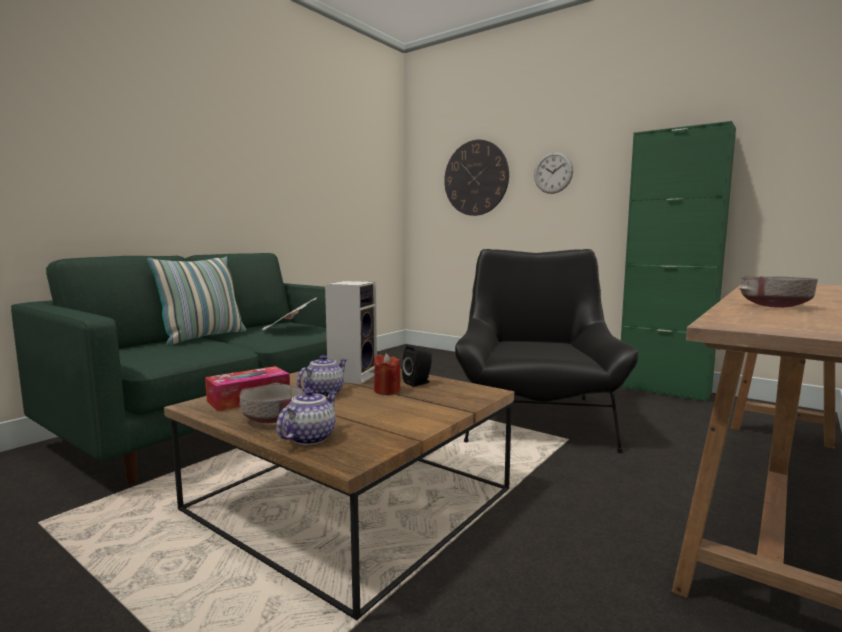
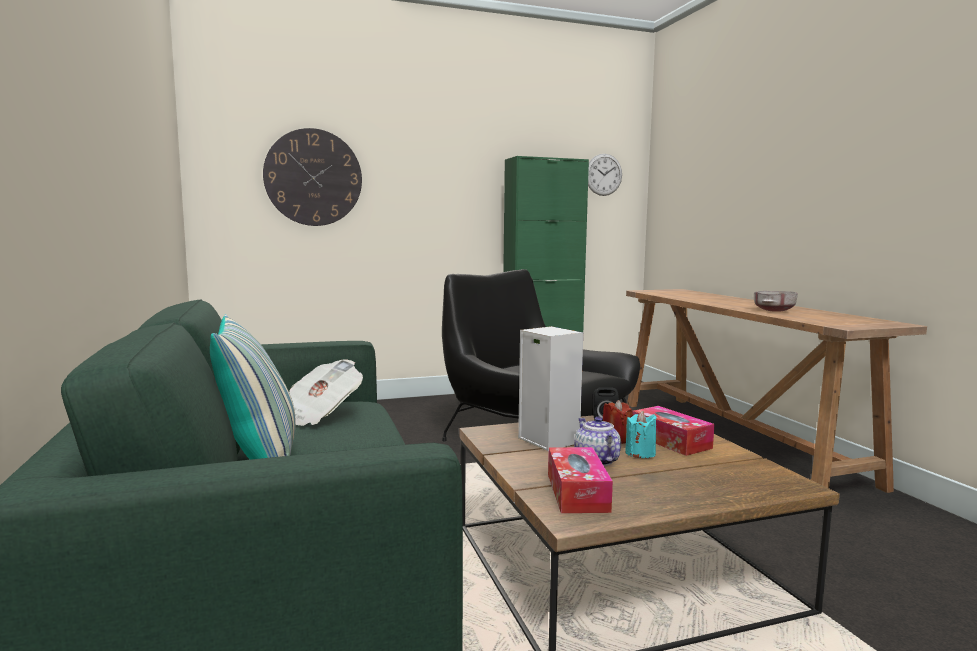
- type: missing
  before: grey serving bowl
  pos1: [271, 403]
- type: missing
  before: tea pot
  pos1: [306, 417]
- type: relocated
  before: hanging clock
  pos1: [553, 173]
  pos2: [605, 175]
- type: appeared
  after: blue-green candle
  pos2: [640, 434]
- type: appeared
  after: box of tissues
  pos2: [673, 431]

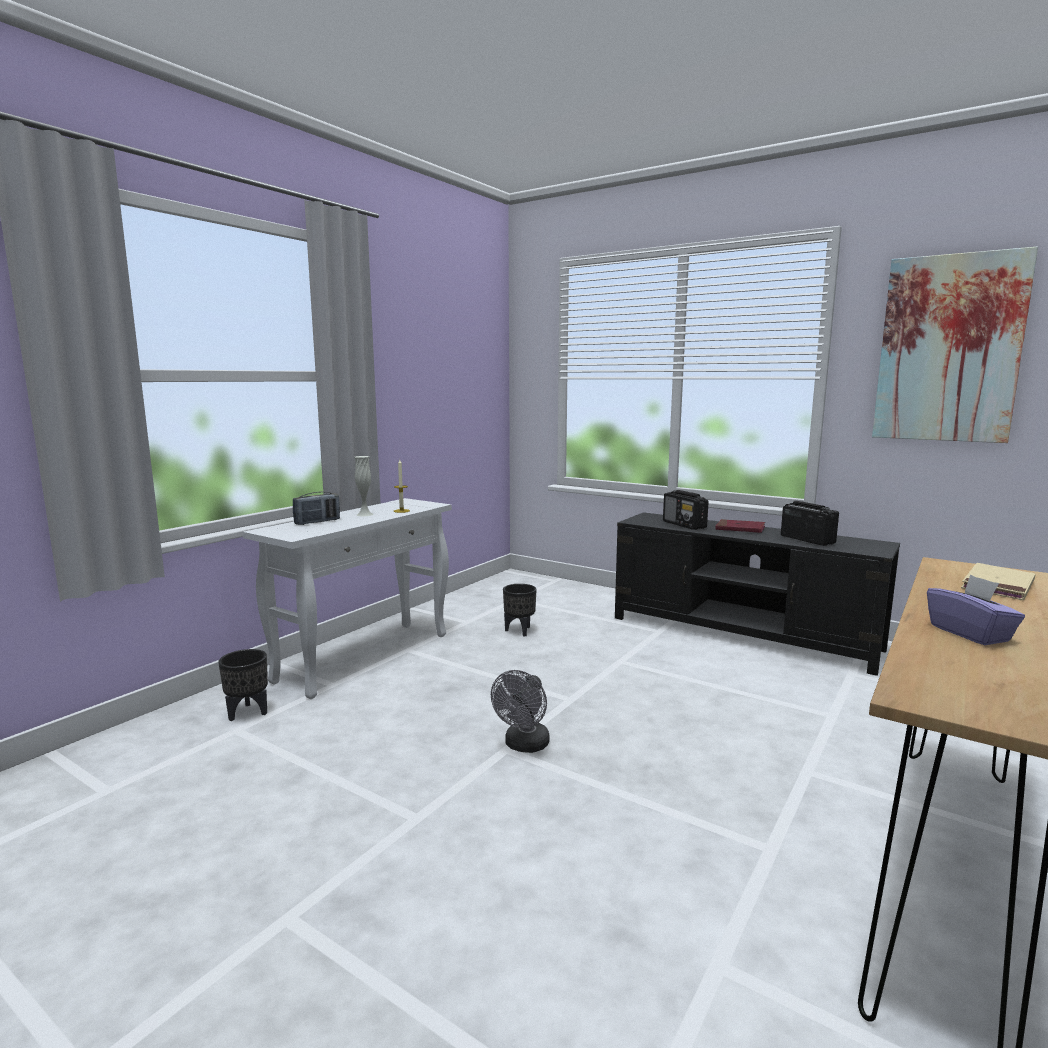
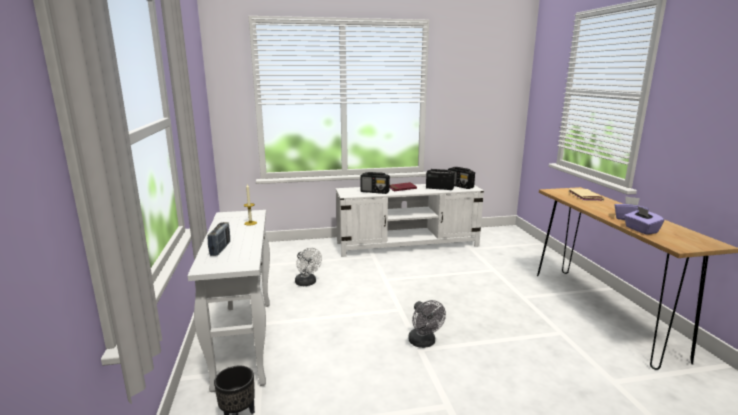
- type: missing
  before: white-coloured decorative vase
  pos1: [363, 486]
- type: exchanged
  before: black-coloured planter
  after: white-coloured cooling fan
  pos1: [520, 610]
  pos2: [308, 267]
- type: colour
  before: black-coloured tv unit
  after: white-coloured tv unit
  pos1: [757, 594]
  pos2: [410, 220]
- type: missing
  before: wall art
  pos1: [955, 345]
- type: appeared
  after: radio set
  pos2: [461, 178]
- type: appeared
  after: purplish box of tissues
  pos2: [644, 220]

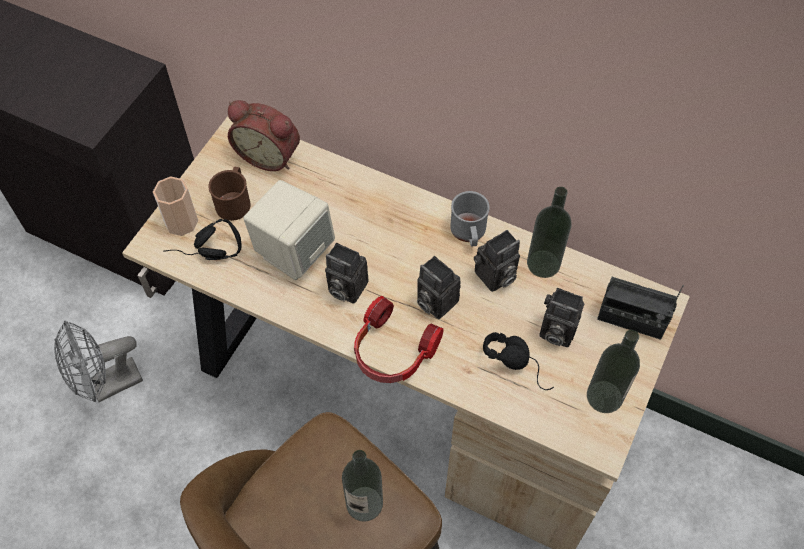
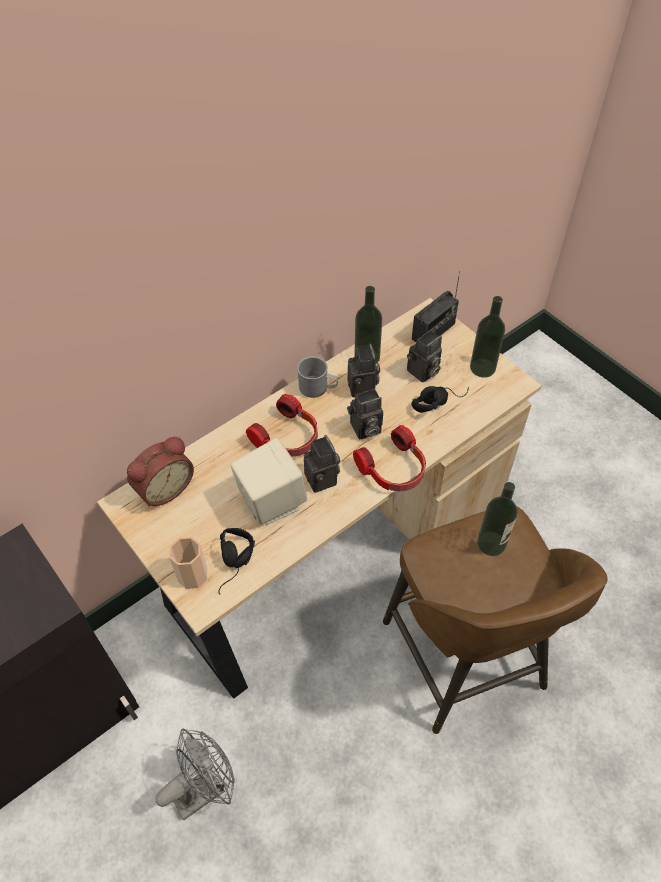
- type: spun
  before: grey cooling fan
  pos1: [98, 361]
  pos2: [195, 774]
  turn: -120
- type: missing
  before: brown-coloured coffee mug
  pos1: [229, 194]
- type: spun
  before: photo camera
  pos1: [346, 273]
  pos2: [322, 464]
  turn: -75
- type: appeared
  after: pair of headphones
  pos2: [282, 425]

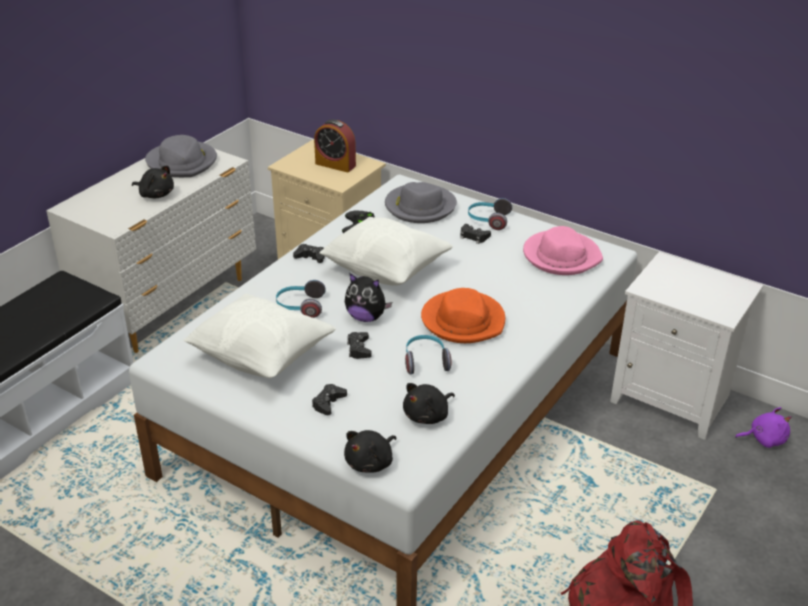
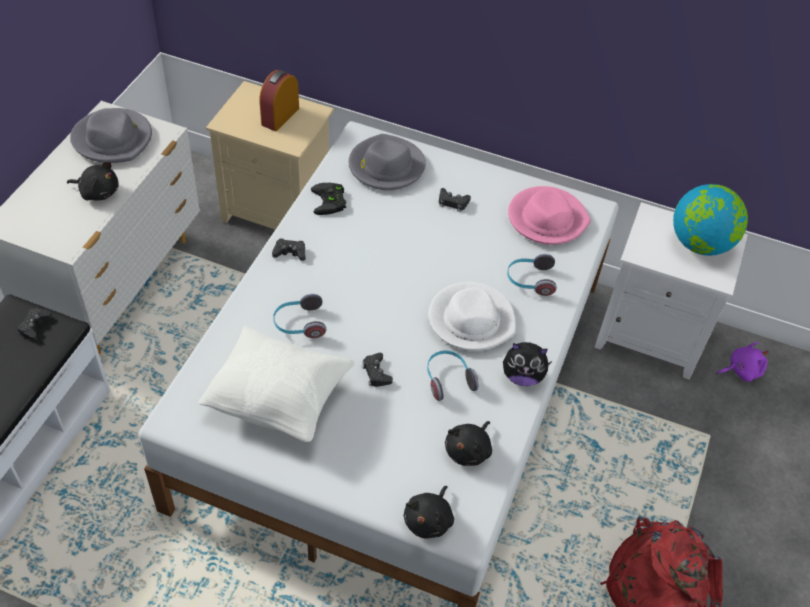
- type: relocated
  before: black-coloured gamepad
  pos1: [329, 399]
  pos2: [34, 324]
- type: spun
  before: table clock
  pos1: [335, 145]
  pos2: [279, 100]
  turn: 105
- type: missing
  before: white-coloured throw pillow
  pos1: [386, 251]
- type: relocated
  before: soft toy
  pos1: [368, 297]
  pos2: [527, 364]
- type: colour
  before: orange hat
  after: white-coloured hat
  pos1: [463, 315]
  pos2: [472, 316]
- type: relocated
  before: pair of headphones
  pos1: [490, 214]
  pos2: [532, 275]
- type: appeared
  after: world globe
  pos2: [710, 220]

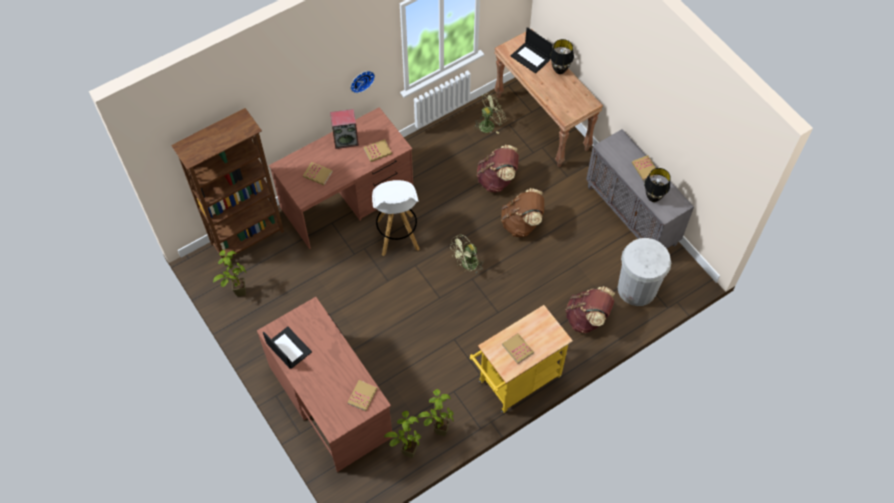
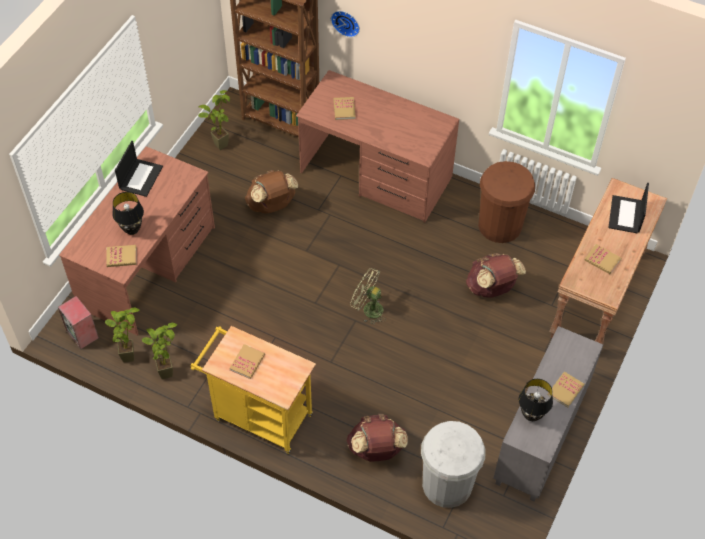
- type: relocated
  before: audio speaker
  pos1: [344, 129]
  pos2: [78, 322]
- type: relocated
  before: hanging clock
  pos1: [362, 82]
  pos2: [345, 24]
- type: relocated
  before: book
  pos1: [377, 150]
  pos2: [603, 259]
- type: missing
  before: white-coloured sitting stool
  pos1: [396, 218]
- type: missing
  before: greenish cooling fan
  pos1: [490, 113]
- type: relocated
  before: brown-coloured knapsack
  pos1: [522, 212]
  pos2: [271, 192]
- type: relocated
  before: black-coloured lamp for a table
  pos1: [562, 56]
  pos2: [128, 213]
- type: appeared
  after: brown-coloured rubbish bin
  pos2: [506, 202]

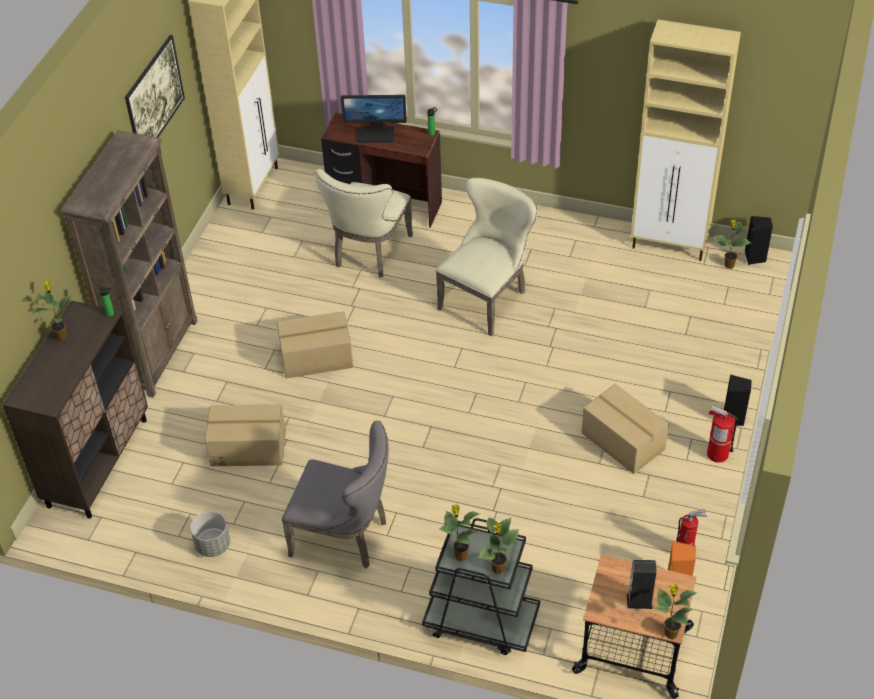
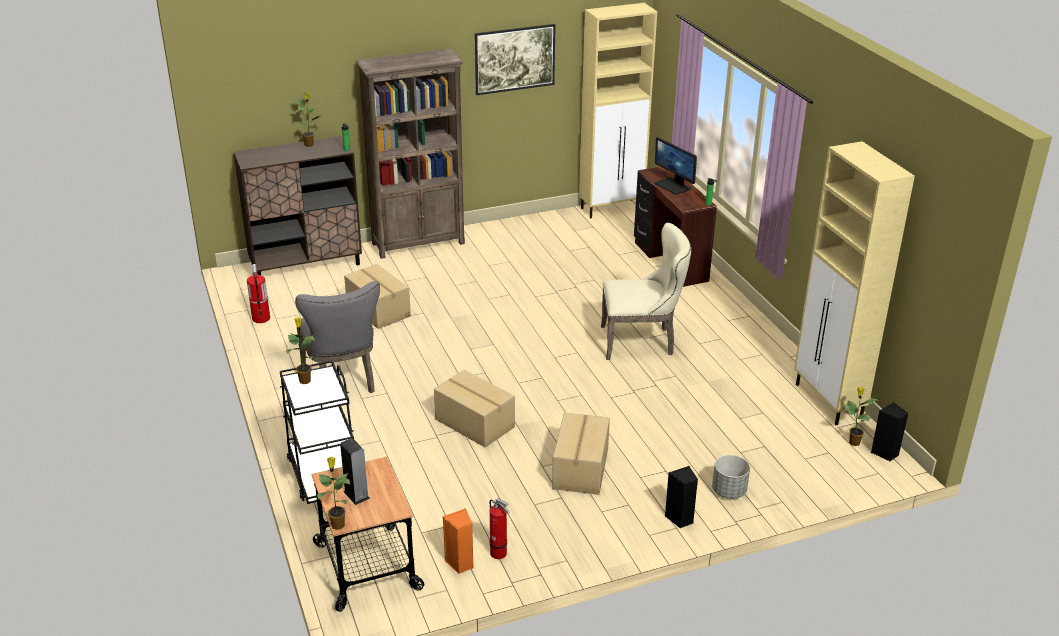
- type: relocated
  before: grey planter
  pos1: [210, 534]
  pos2: [731, 477]
- type: relocated
  before: packing box
  pos1: [315, 344]
  pos2: [474, 408]
- type: missing
  before: beige plain chair
  pos1: [364, 223]
- type: missing
  before: houseplant
  pos1: [498, 545]
- type: relocated
  before: fire extinguisher
  pos1: [722, 434]
  pos2: [258, 293]

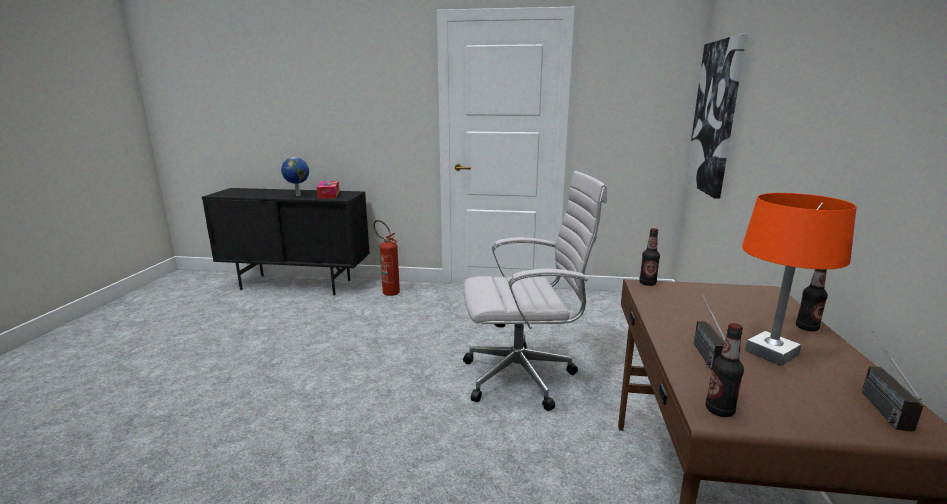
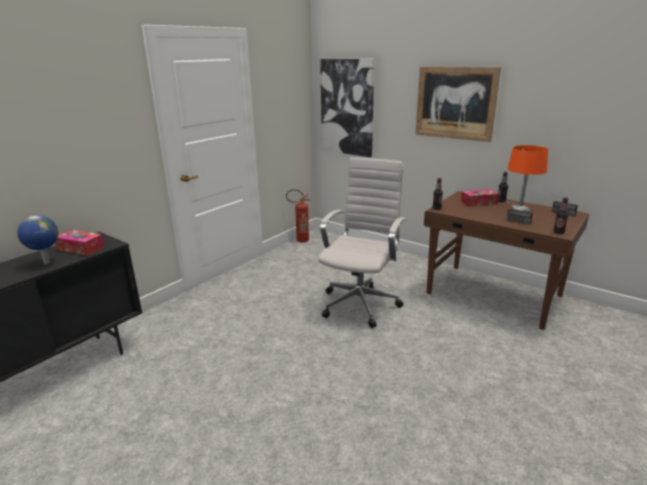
- type: relocated
  before: fire extinguisher
  pos1: [387, 258]
  pos2: [298, 216]
- type: appeared
  after: wall art
  pos2: [458, 104]
- type: appeared
  after: box of tissues
  pos2: [480, 198]

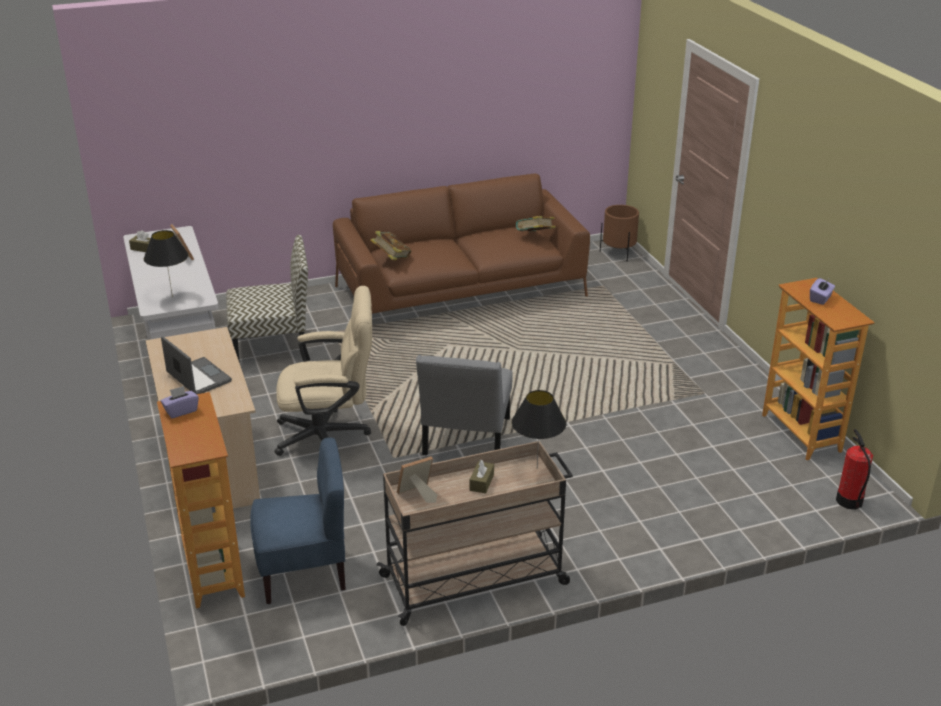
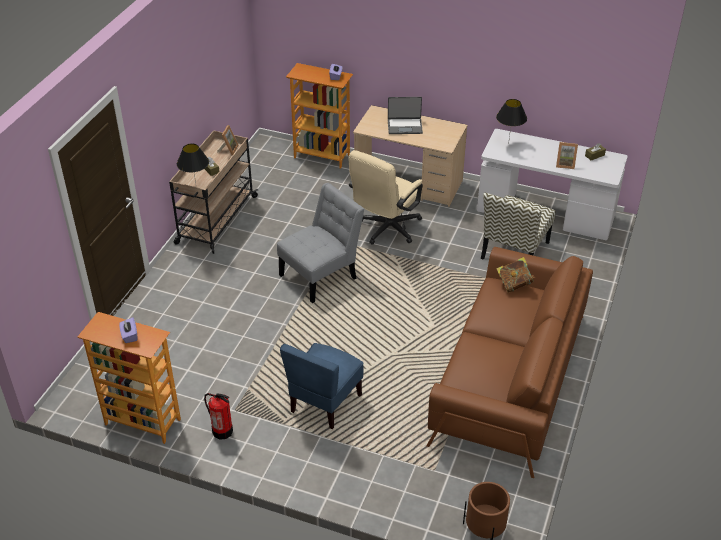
- type: relocated
  before: bluish plain chair
  pos1: [298, 520]
  pos2: [321, 386]
- type: spun
  before: grey plain chair
  pos1: [464, 405]
  pos2: [320, 243]
  turn: 90
- type: missing
  before: book
  pos1: [536, 224]
- type: relocated
  before: fire extinguisher
  pos1: [854, 469]
  pos2: [218, 416]

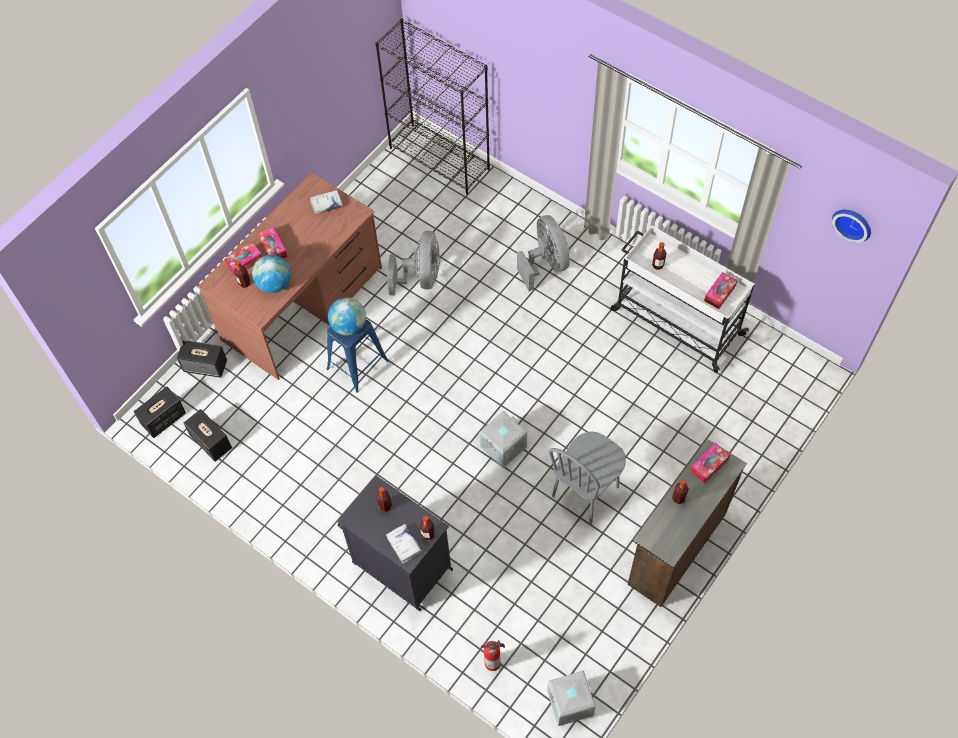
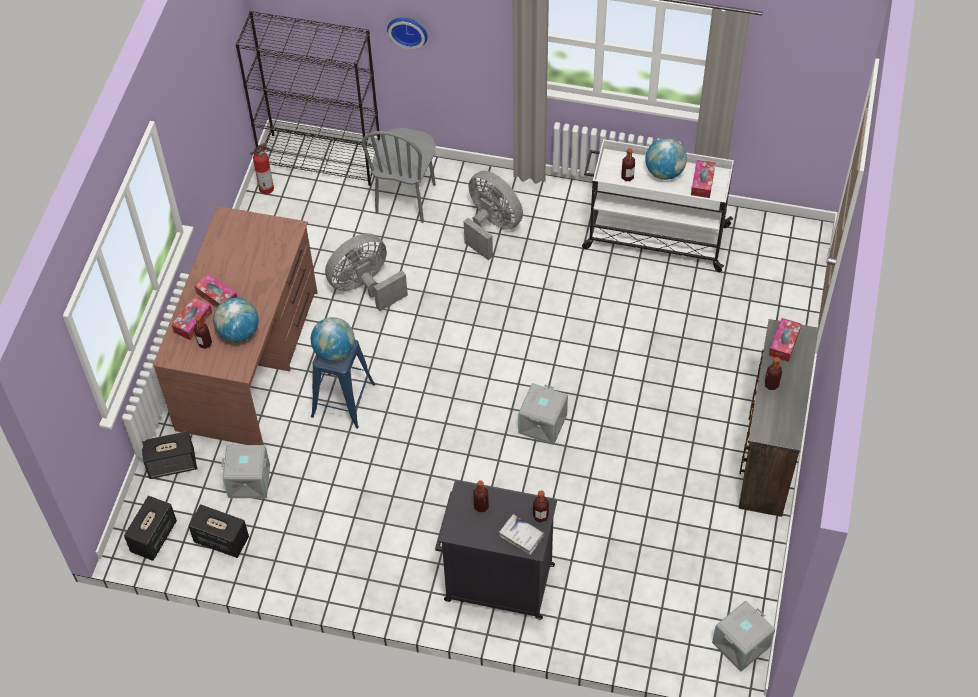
- type: missing
  before: white-coloured book
  pos1: [326, 202]
- type: spun
  before: grey cooling fan
  pos1: [413, 263]
  pos2: [366, 272]
  turn: -105
- type: relocated
  before: fire extinguisher
  pos1: [493, 655]
  pos2: [262, 168]
- type: relocated
  before: grey plain chair
  pos1: [587, 478]
  pos2: [399, 175]
- type: relocated
  before: hanging clock
  pos1: [851, 226]
  pos2: [407, 33]
- type: appeared
  after: grey storage bin
  pos2: [245, 471]
- type: appeared
  after: world globe
  pos2: [666, 159]

